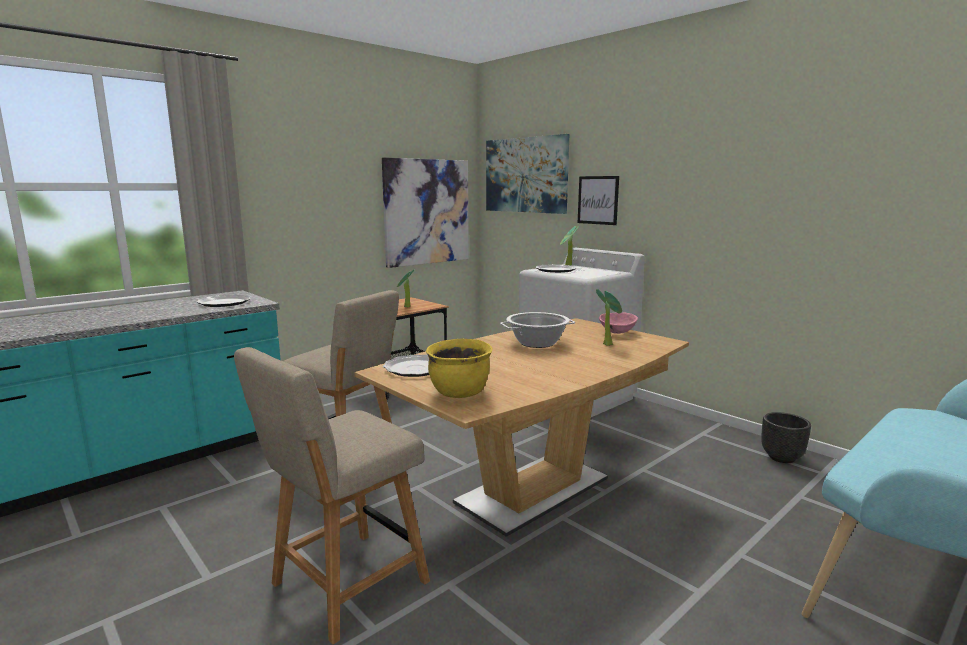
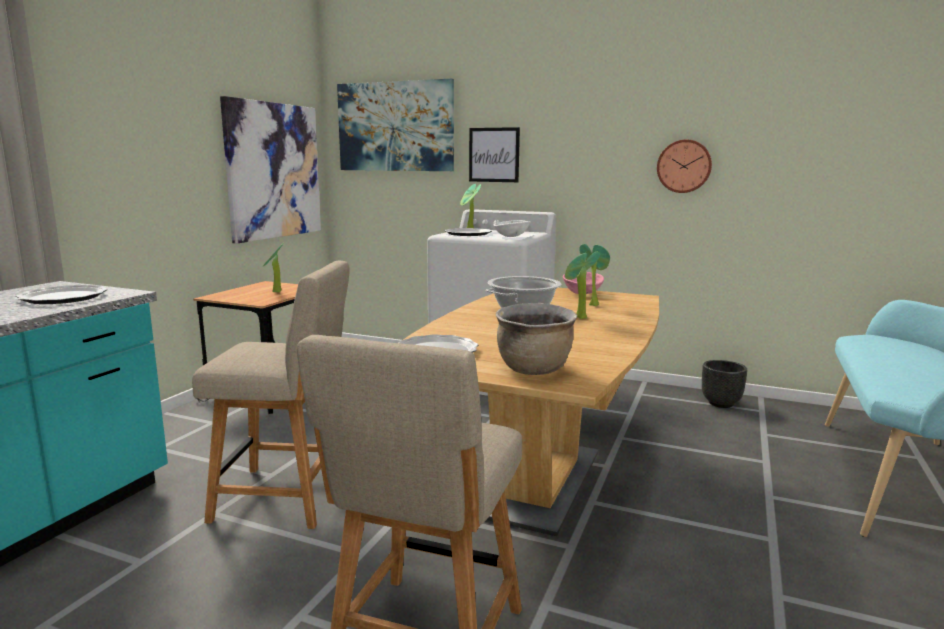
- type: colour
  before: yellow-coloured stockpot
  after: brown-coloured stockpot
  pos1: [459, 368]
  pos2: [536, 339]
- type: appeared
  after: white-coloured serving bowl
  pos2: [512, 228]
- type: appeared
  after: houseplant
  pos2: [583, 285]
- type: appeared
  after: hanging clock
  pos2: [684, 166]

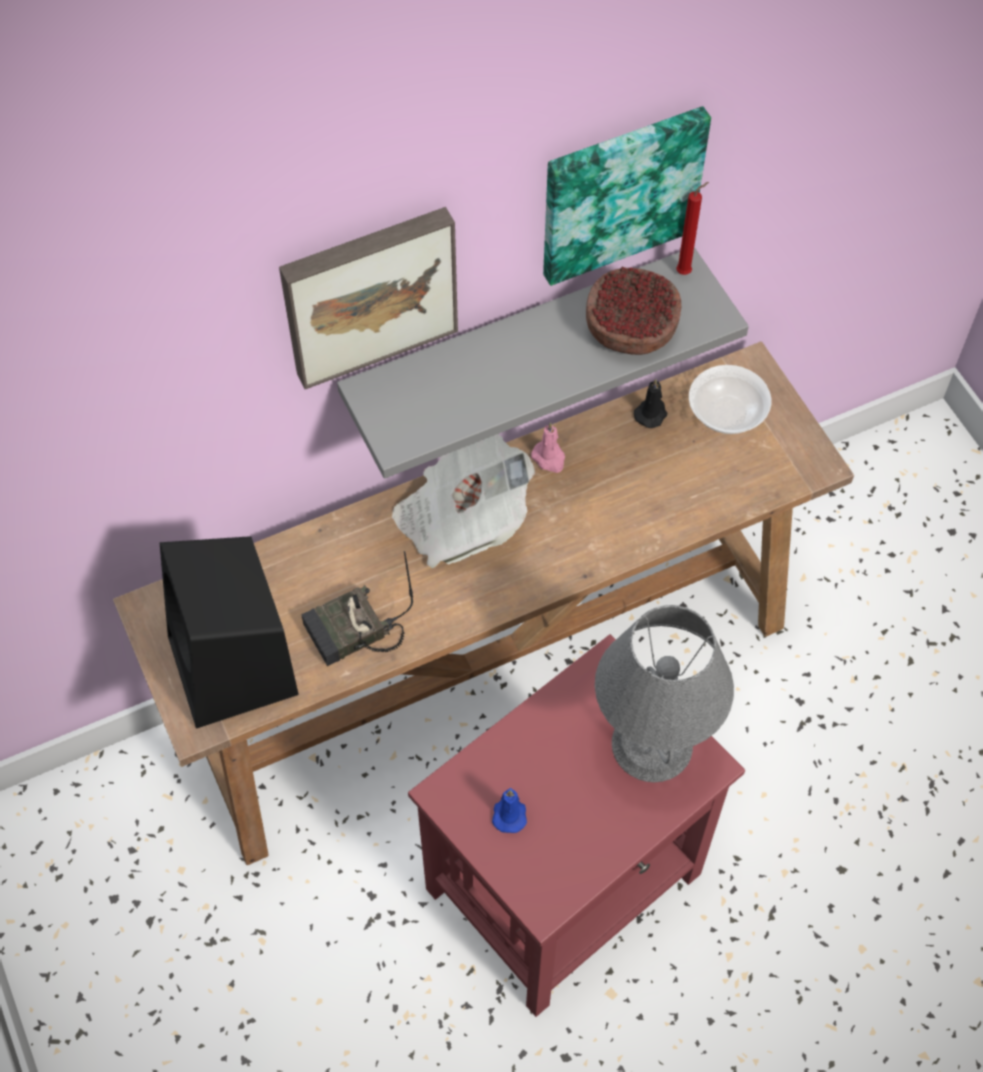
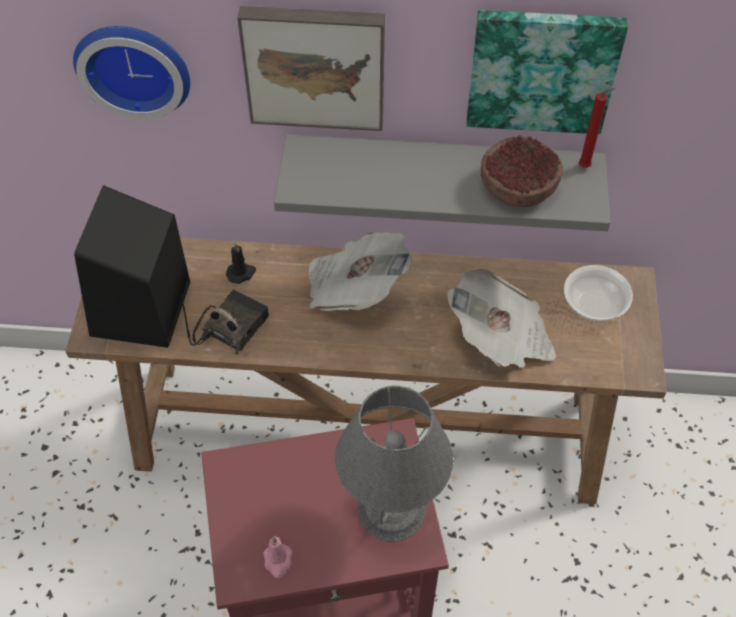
- type: spun
  before: radio set
  pos1: [357, 608]
  pos2: [225, 322]
  turn: 120
- type: missing
  before: bluish candle
  pos1: [509, 810]
- type: relocated
  before: pink-coloured candle
  pos1: [548, 447]
  pos2: [278, 557]
- type: relocated
  before: black-coloured candle
  pos1: [650, 403]
  pos2: [241, 263]
- type: appeared
  after: hanging clock
  pos2: [131, 72]
- type: appeared
  after: daily paper
  pos2: [502, 318]

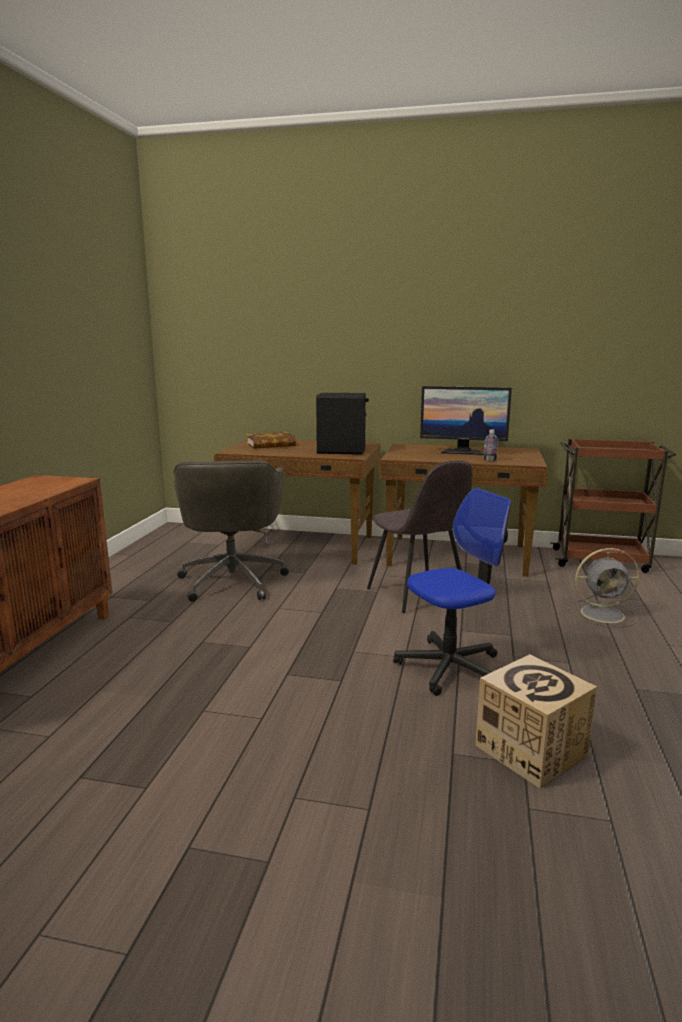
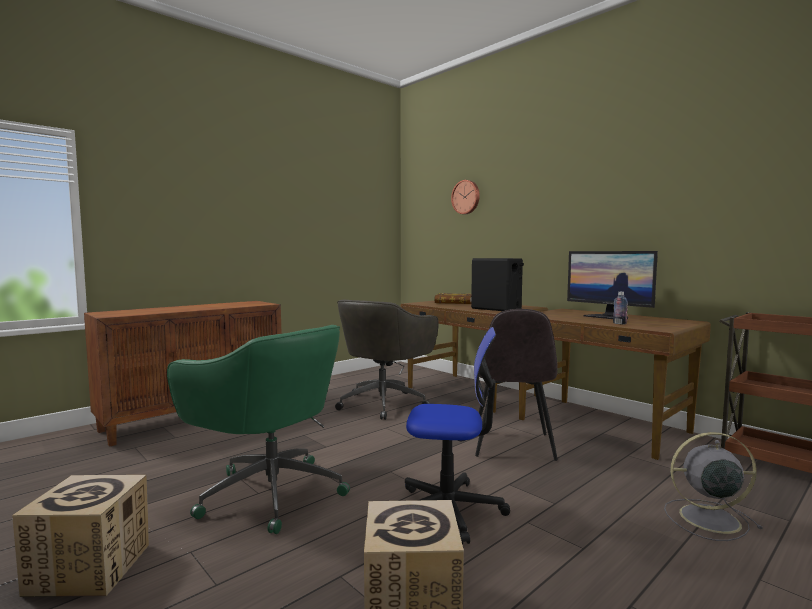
- type: spun
  before: grey cooling fan
  pos1: [603, 587]
  pos2: [713, 486]
  turn: 150
- type: appeared
  after: packing box
  pos2: [80, 536]
- type: appeared
  after: greenish computer chair
  pos2: [258, 429]
- type: appeared
  after: hanging clock
  pos2: [465, 197]

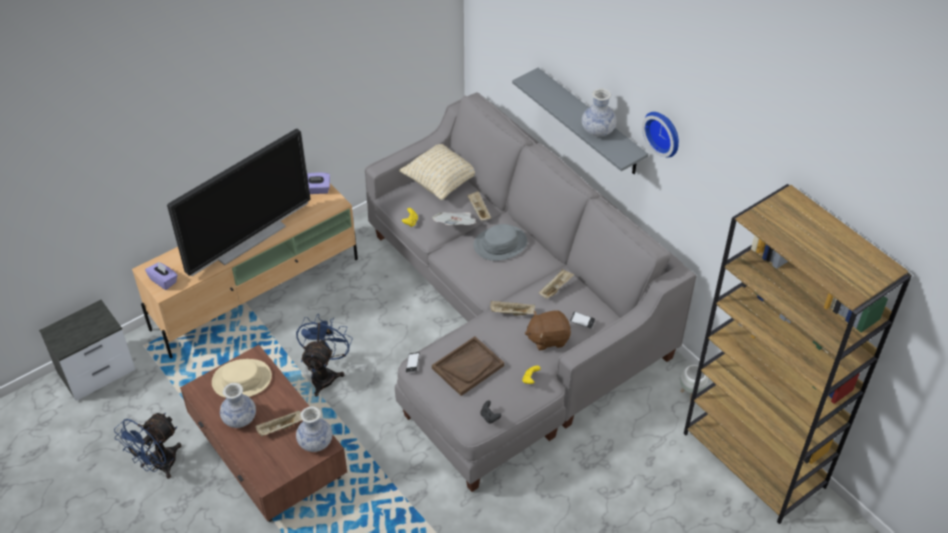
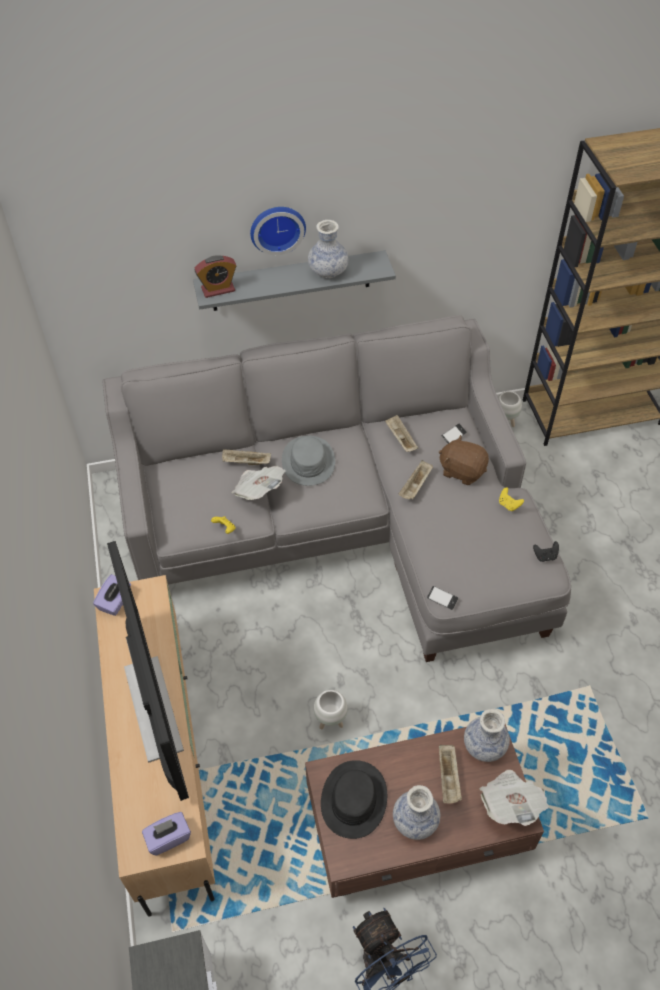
- type: colour
  before: beige hat
  after: black-coloured hat
  pos1: [242, 378]
  pos2: [354, 799]
- type: exchanged
  before: bluish cooling fan
  after: white-coloured planter
  pos1: [324, 355]
  pos2: [331, 709]
- type: missing
  before: beige throw pillow
  pos1: [437, 172]
- type: missing
  before: brown-coloured carrying tray
  pos1: [468, 366]
- type: spun
  before: brown-coloured soft toy
  pos1: [548, 330]
  pos2: [464, 460]
  turn: 105
- type: relocated
  before: hanging clock
  pos1: [660, 135]
  pos2: [278, 231]
- type: appeared
  after: table clock
  pos2: [215, 276]
- type: appeared
  after: daily paper
  pos2: [514, 798]

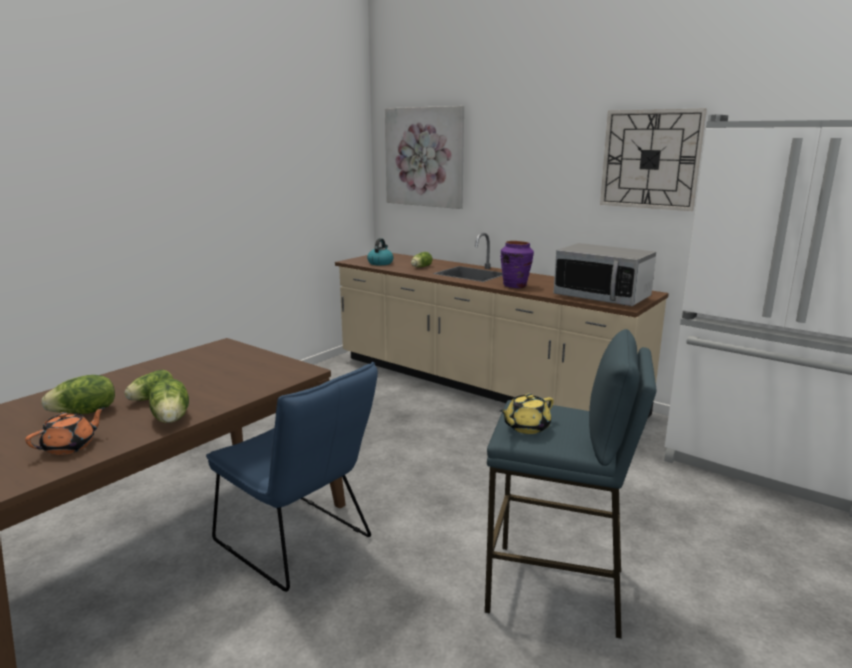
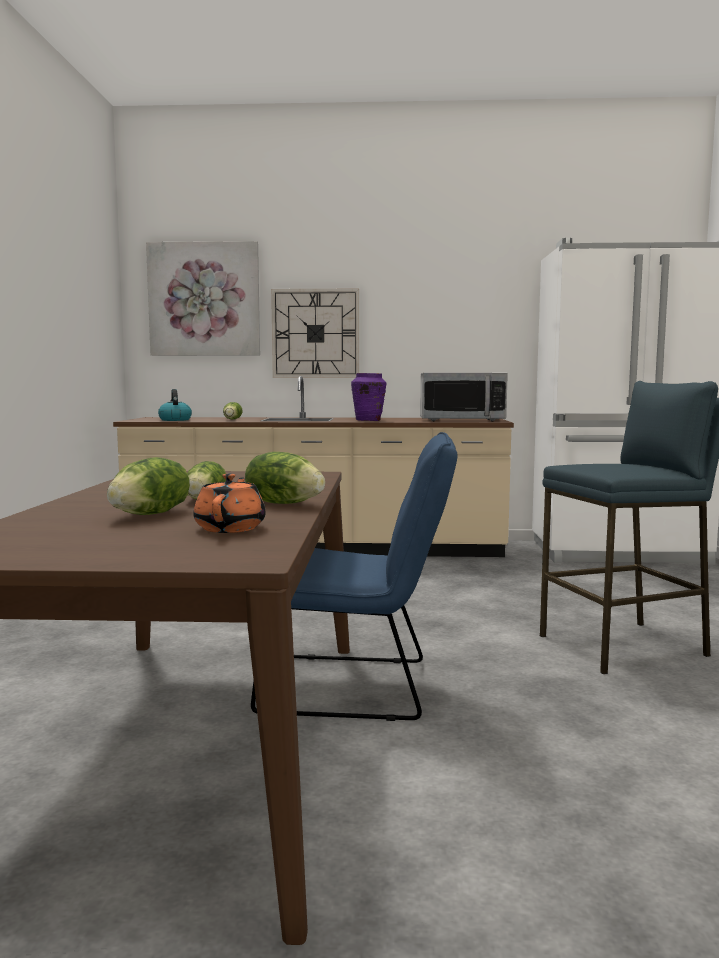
- type: missing
  before: yellow-coloured tea pot
  pos1: [527, 414]
- type: relocated
  before: hanging clock
  pos1: [653, 159]
  pos2: [315, 333]

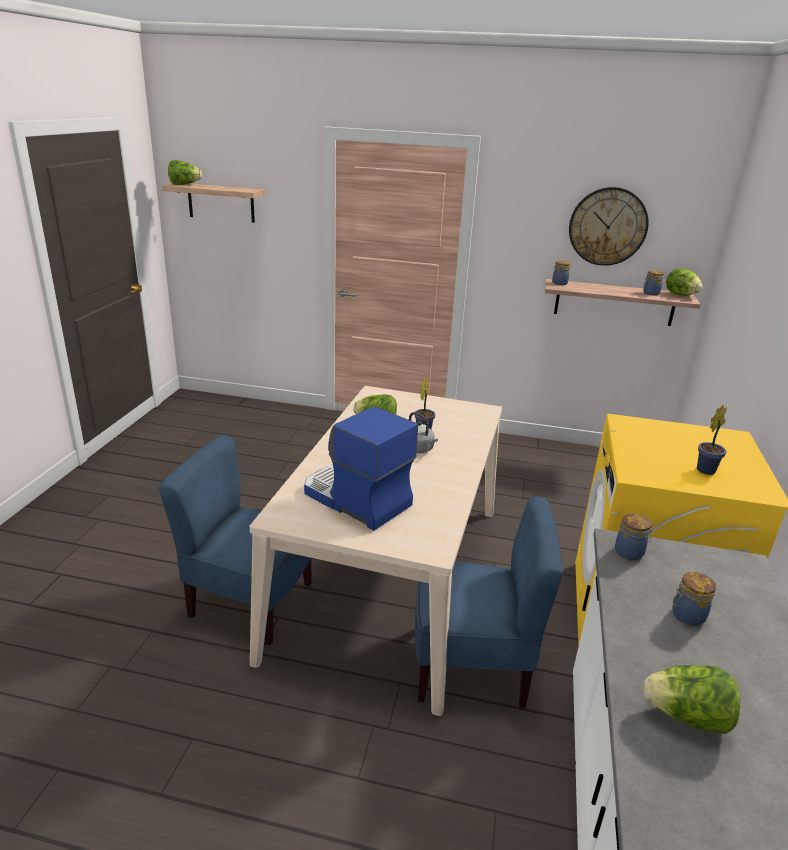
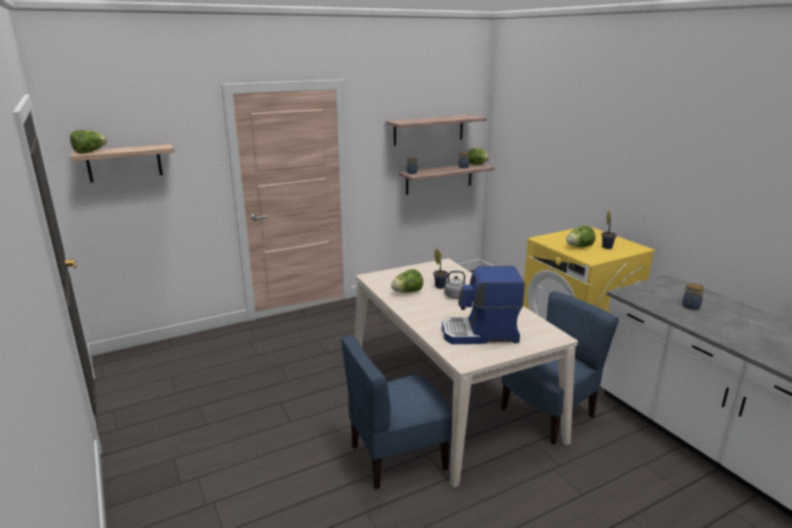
- type: exchanged
  before: hanging clock
  after: bracket shelf
  pos1: [609, 226]
  pos2: [436, 130]
- type: missing
  before: storage jar
  pos1: [634, 537]
- type: relocated
  before: lettuce
  pos1: [691, 699]
  pos2: [581, 236]

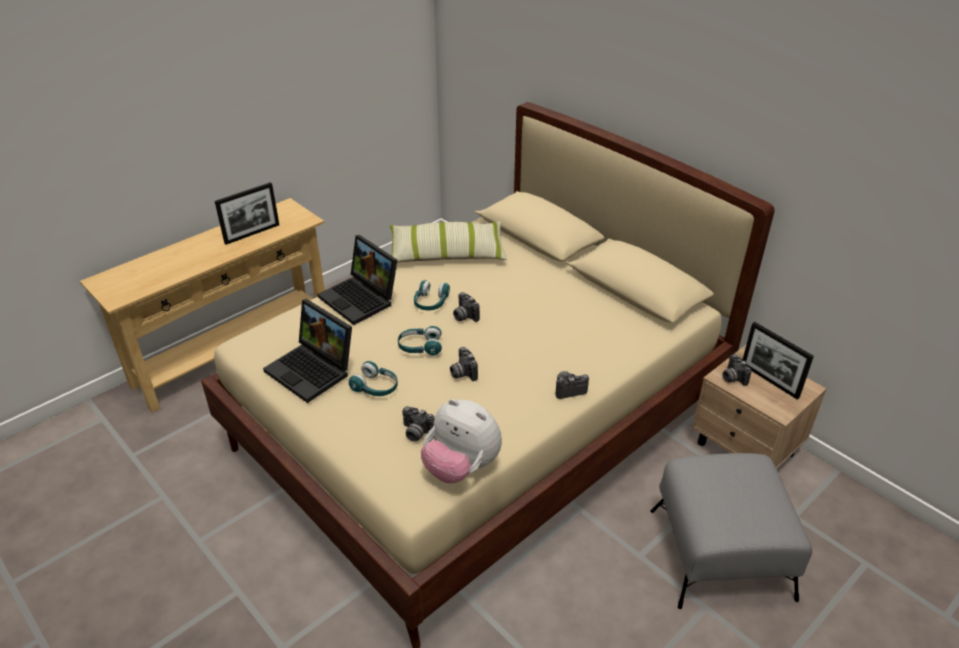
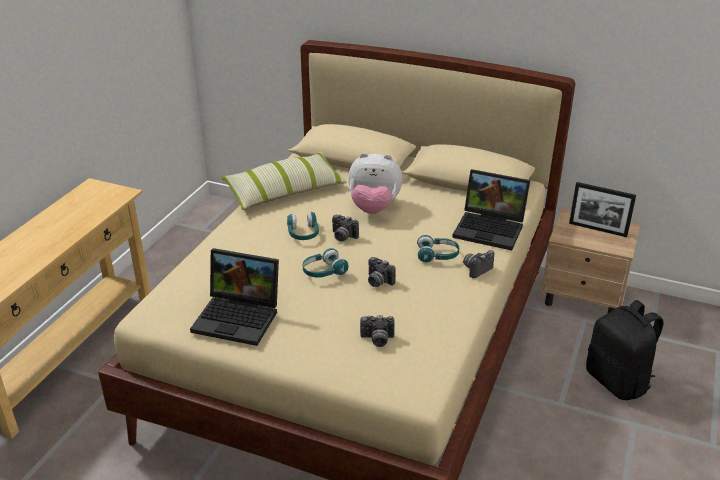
- type: missing
  before: photo frame
  pos1: [247, 213]
- type: relocated
  before: laptop
  pos1: [357, 280]
  pos2: [491, 210]
- type: relocated
  before: blue-green pair of headphones
  pos1: [373, 378]
  pos2: [438, 249]
- type: relocated
  before: soft toy
  pos1: [461, 441]
  pos2: [375, 183]
- type: exchanged
  before: grey footrest
  after: black-coloured knapsack
  pos1: [731, 531]
  pos2: [625, 350]
- type: missing
  before: photo camera
  pos1: [737, 370]

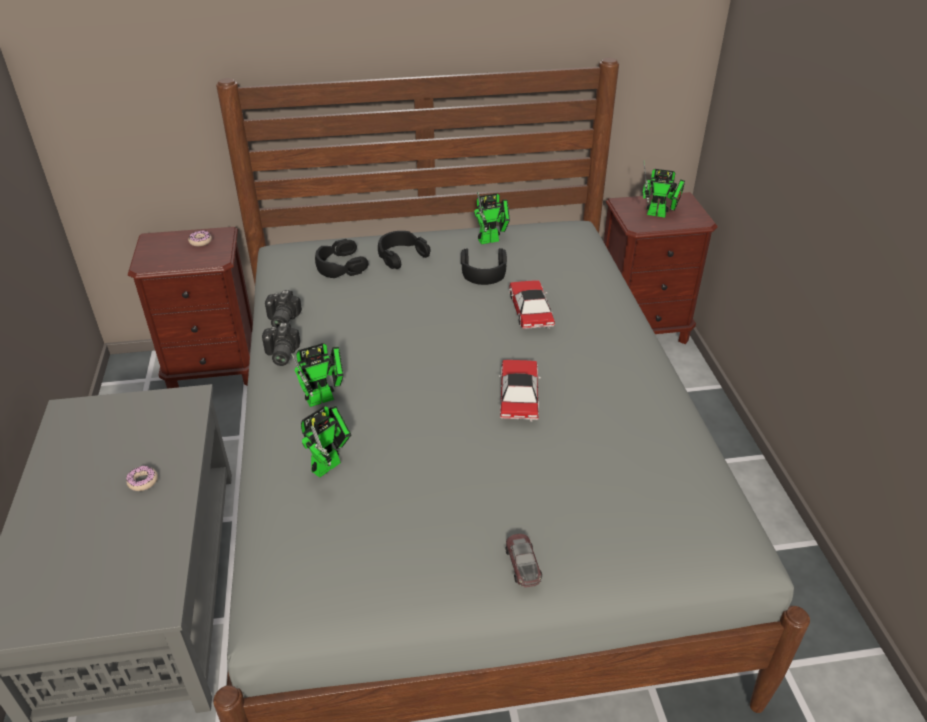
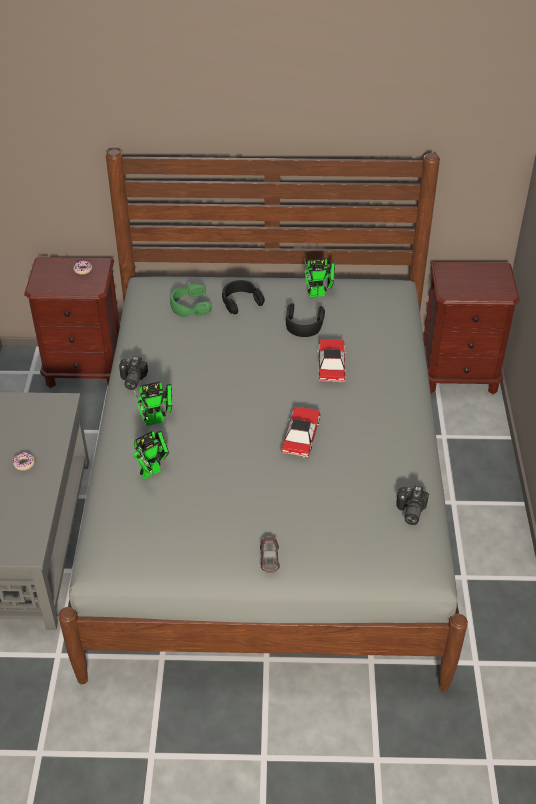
- type: relocated
  before: photo camera
  pos1: [283, 309]
  pos2: [412, 505]
- type: colour
  before: black-coloured pair of headphones
  after: greenish pair of headphones
  pos1: [341, 258]
  pos2: [191, 300]
- type: missing
  before: toy robot
  pos1: [664, 188]

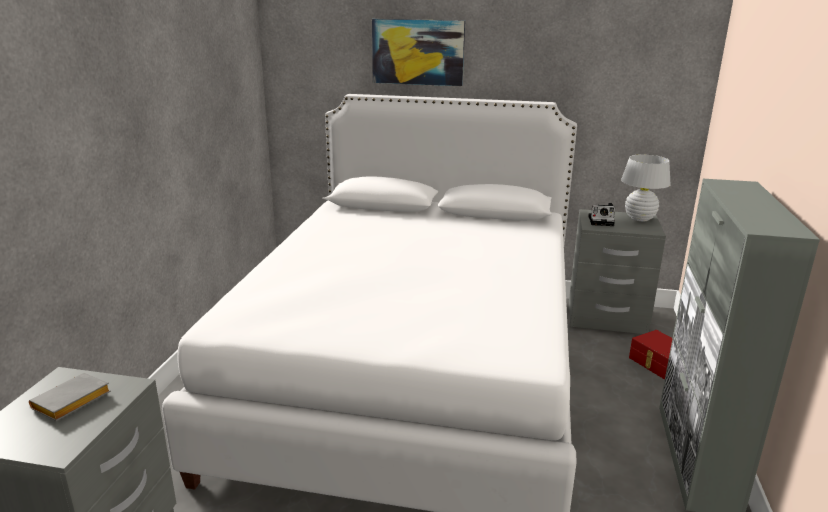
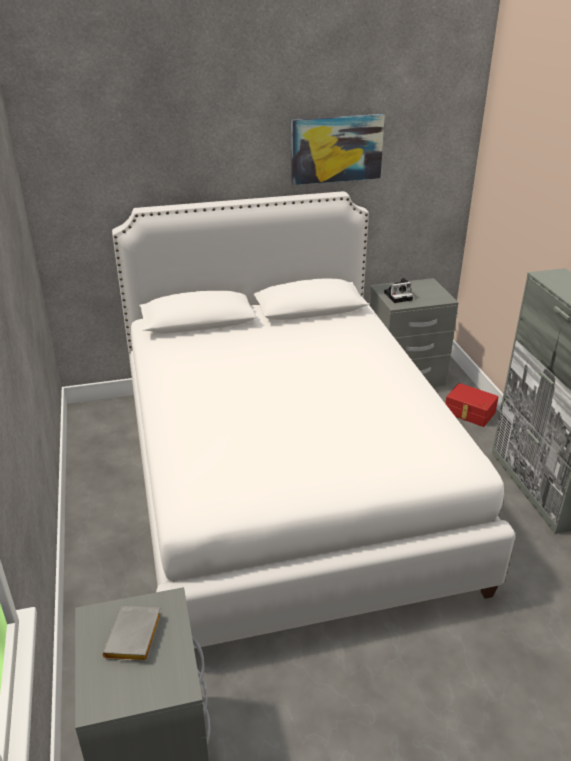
- type: relocated
  before: wall art
  pos1: [418, 52]
  pos2: [338, 149]
- type: missing
  before: white-coloured lamp for a table
  pos1: [646, 187]

